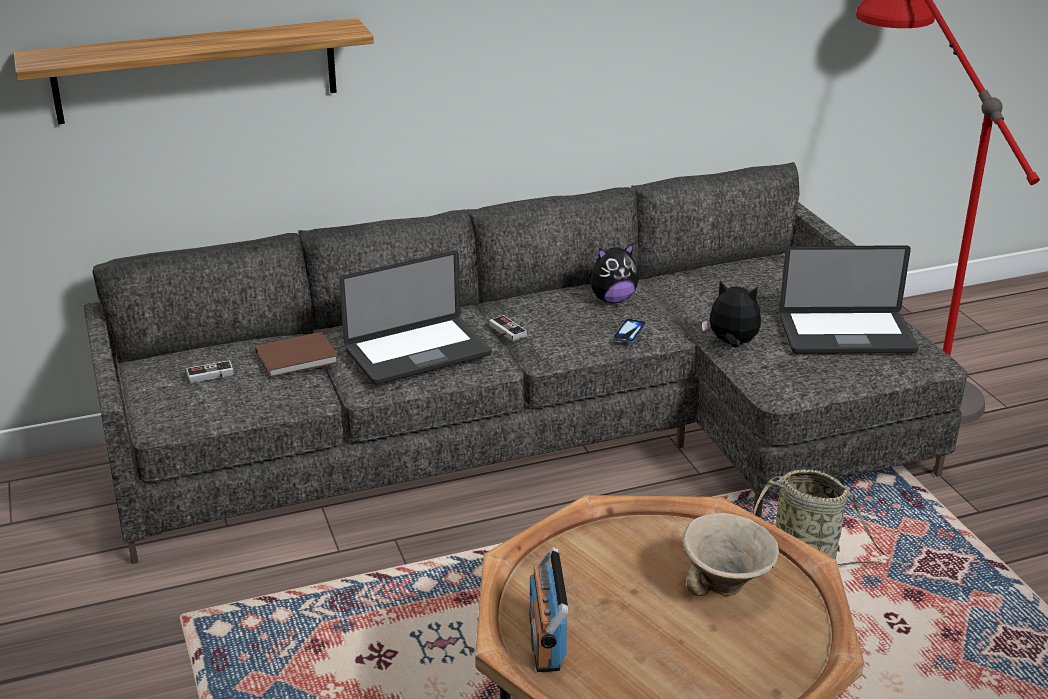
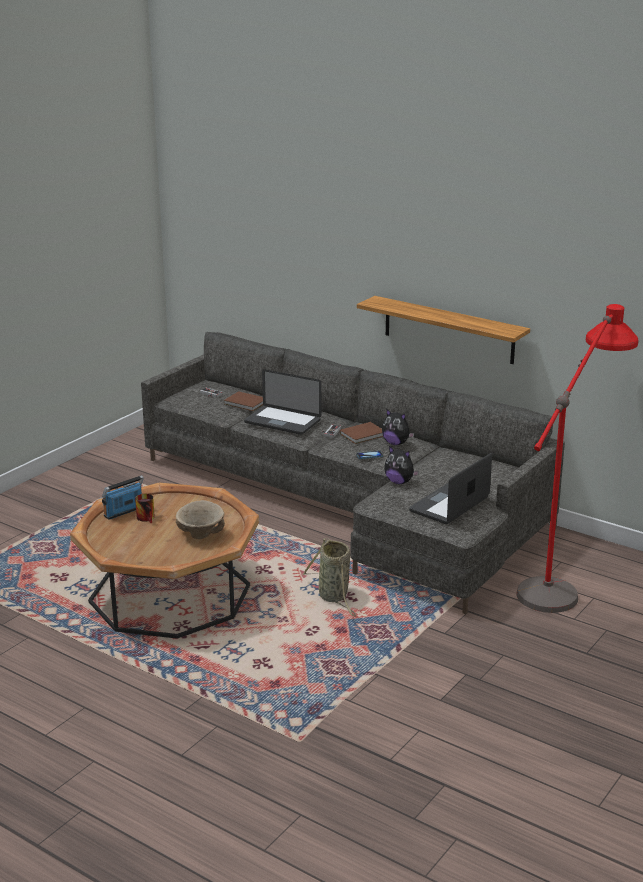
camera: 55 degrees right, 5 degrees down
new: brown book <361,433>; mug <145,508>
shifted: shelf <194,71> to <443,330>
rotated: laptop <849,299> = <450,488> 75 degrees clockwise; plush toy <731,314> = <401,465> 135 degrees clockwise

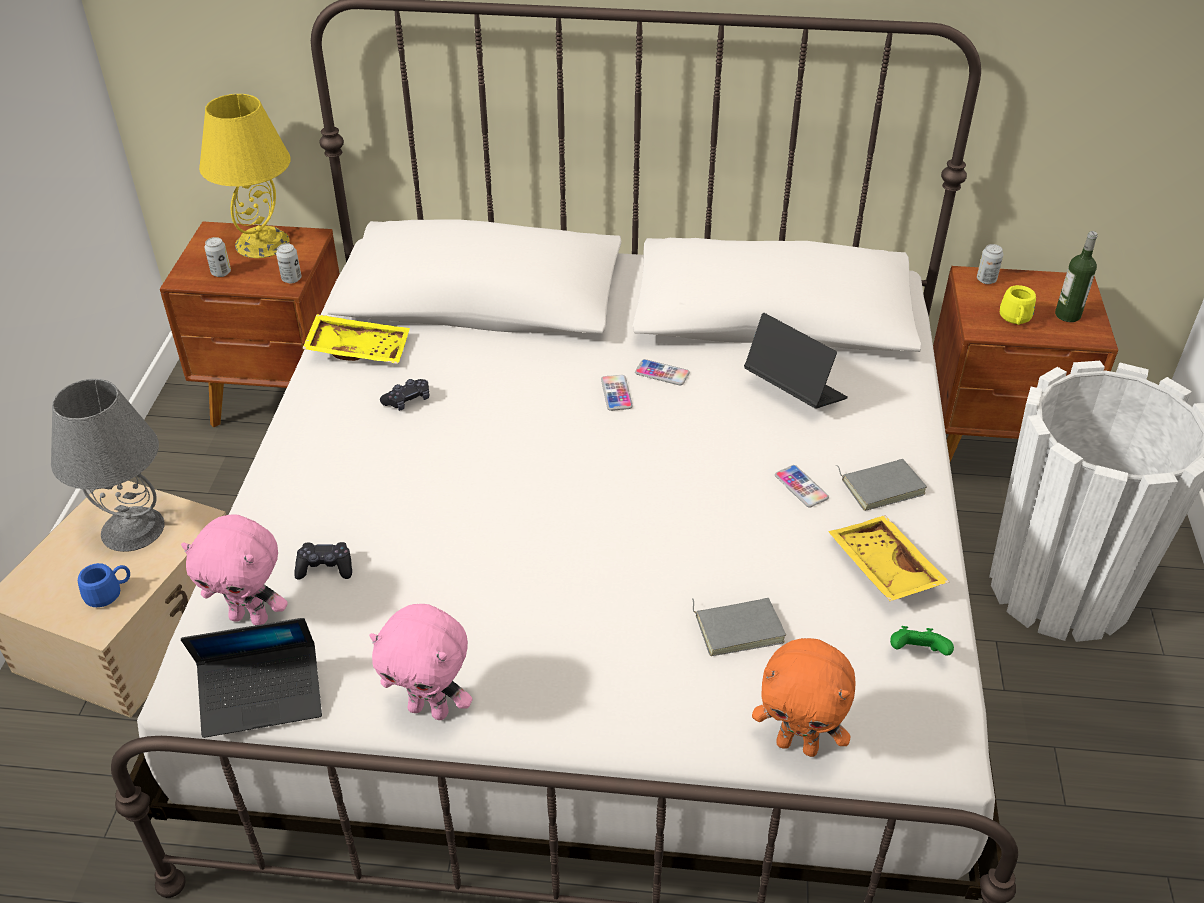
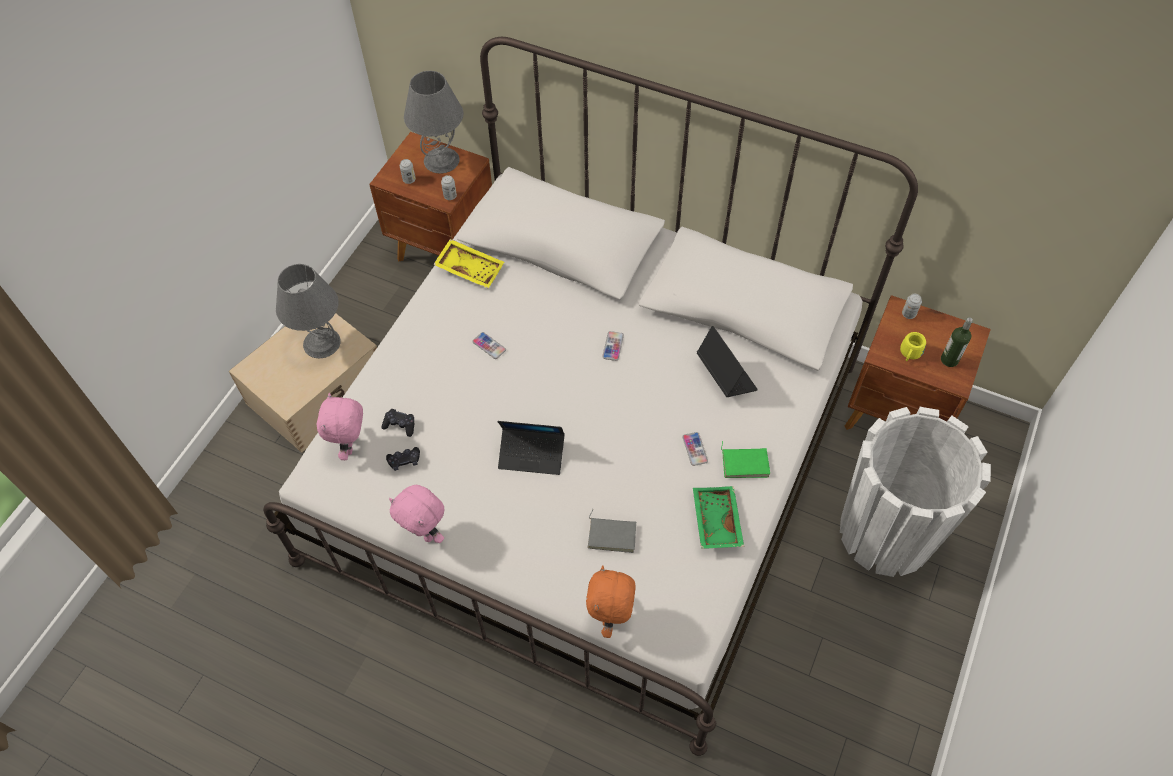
camera: 20 degrees right, 15 degrees up
gone: blue mug <104,585>; green game controller <922,641>
shifted: phone <662,372> to <489,345>; black game controller <405,395> to <403,459>; laptop <251,678> to <531,448>
repainted: yellow table lamp <245,176> to grey table lamp <433,122>; grey book <881,485> to green book <745,459>; yellow tray <889,558> to green tray <718,517>
rotated: pink plush toy <234,569> = <340,426> 60 degrees clockwise; orange plush toy <803,697> = <611,601> 60 degrees clockwise

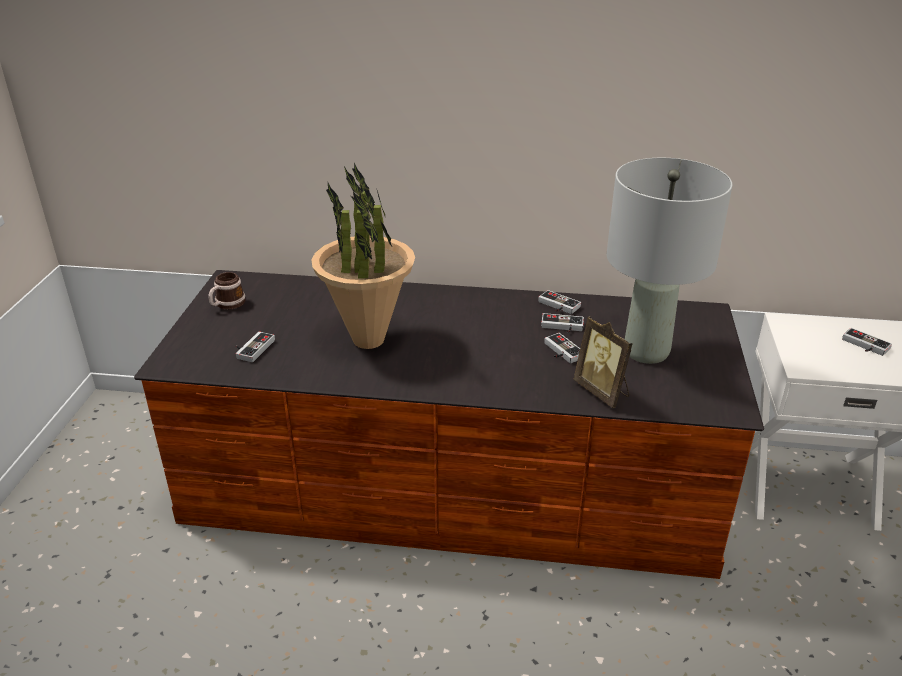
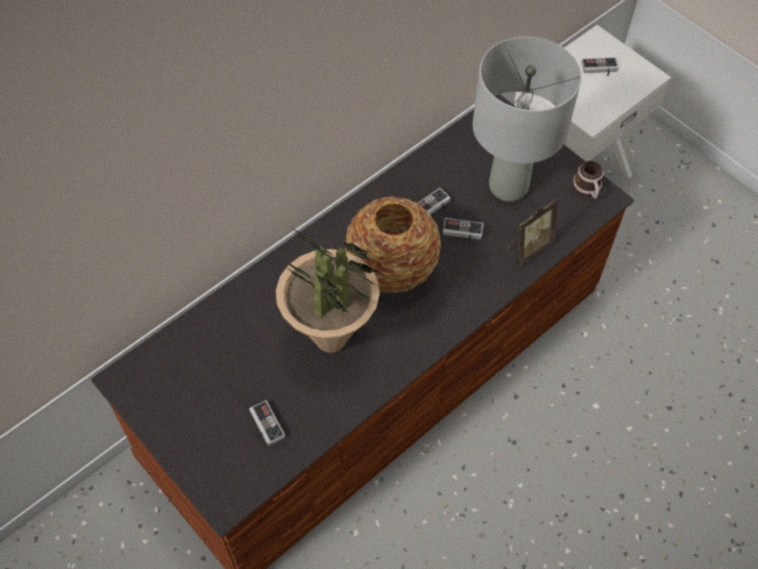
camera: 50 degrees left, 25 degrees up
gone: game controller <559,302>
new: vase <393,245>
shifted: mug <227,291> to <588,180>
rotated: picture frame <603,362> = <532,232> 45 degrees counterclockwise

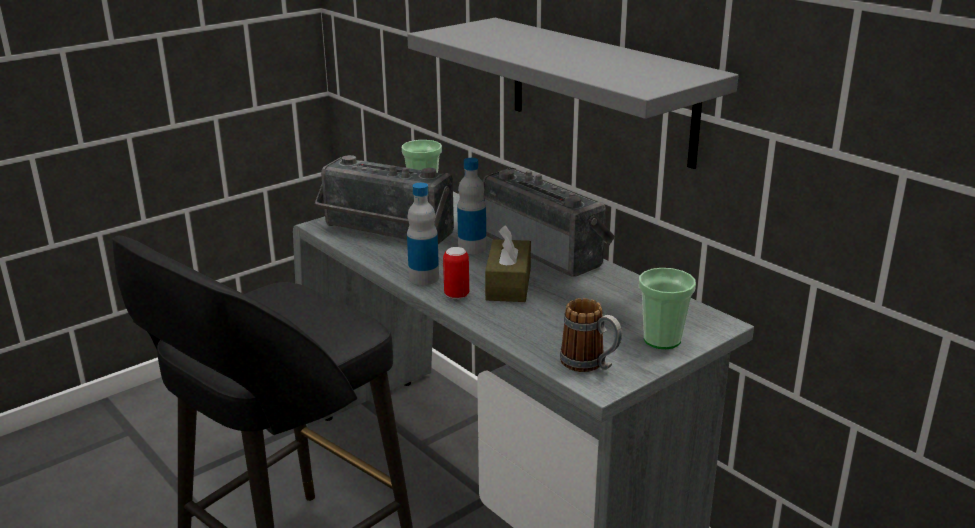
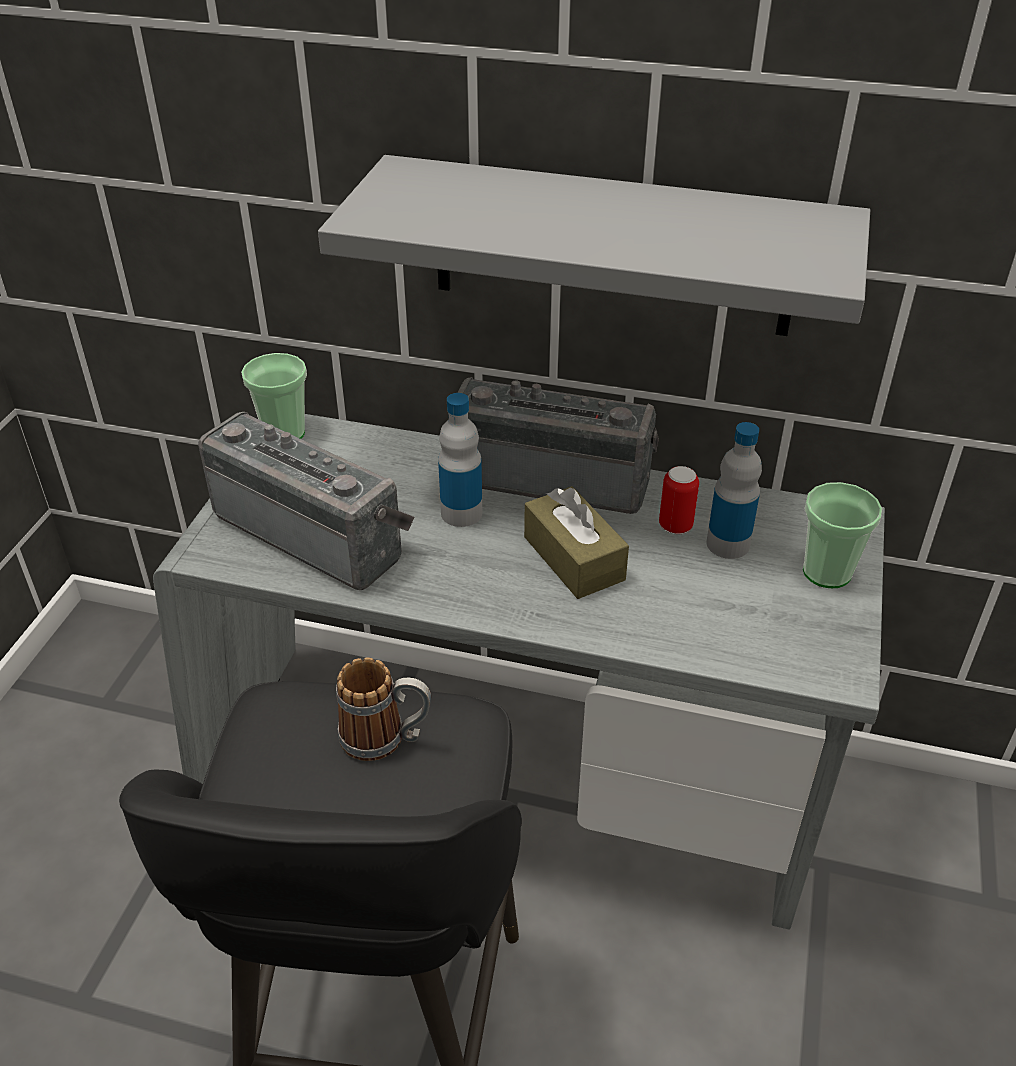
camera: 35 degrees left, 15 degrees up
shifted: bottle <423,234> to <734,490>; can <456,273> to <679,500>; mug <591,335> to <383,709>
rotated: radio <384,199> = <306,501> 135 degrees counterclockwise

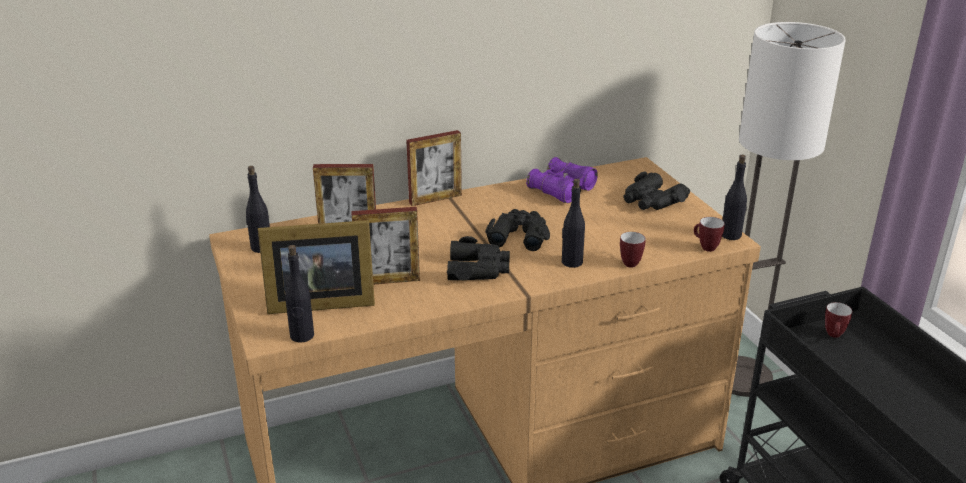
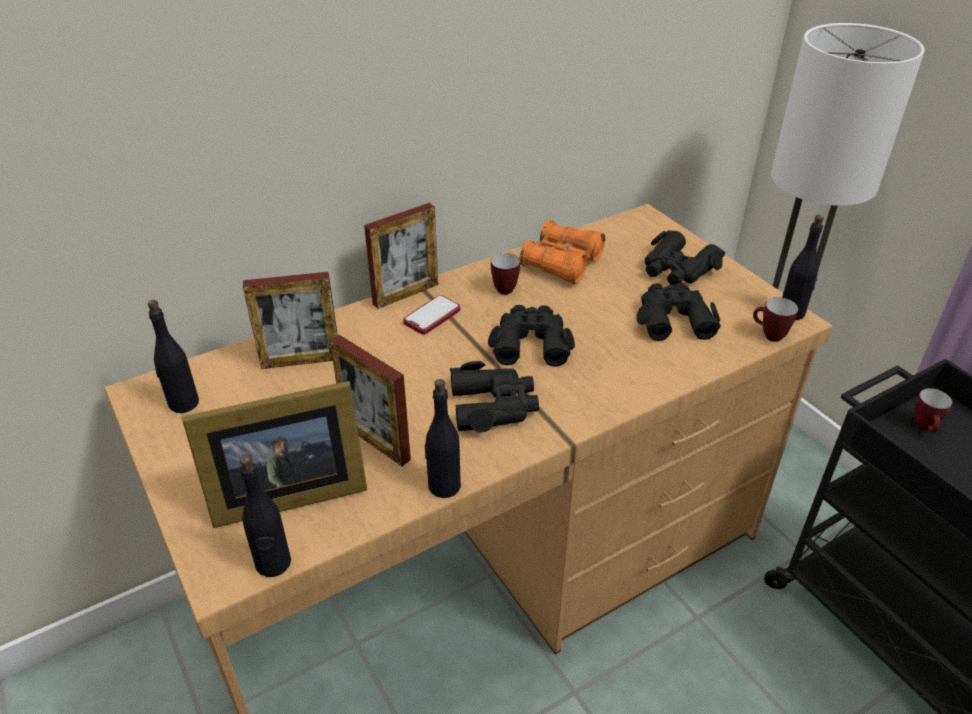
camera: 10 degrees left, 10 degrees up
new: black binoculars <678,312>; phone <431,315>
shifted: black bottle <573,223> to <443,438>; mug <633,250> to <505,274>
repainted: purple binoculars <562,180> to orange binoculars <562,252>
rotated: picture frame <385,246> = <370,400> 60 degrees clockwise

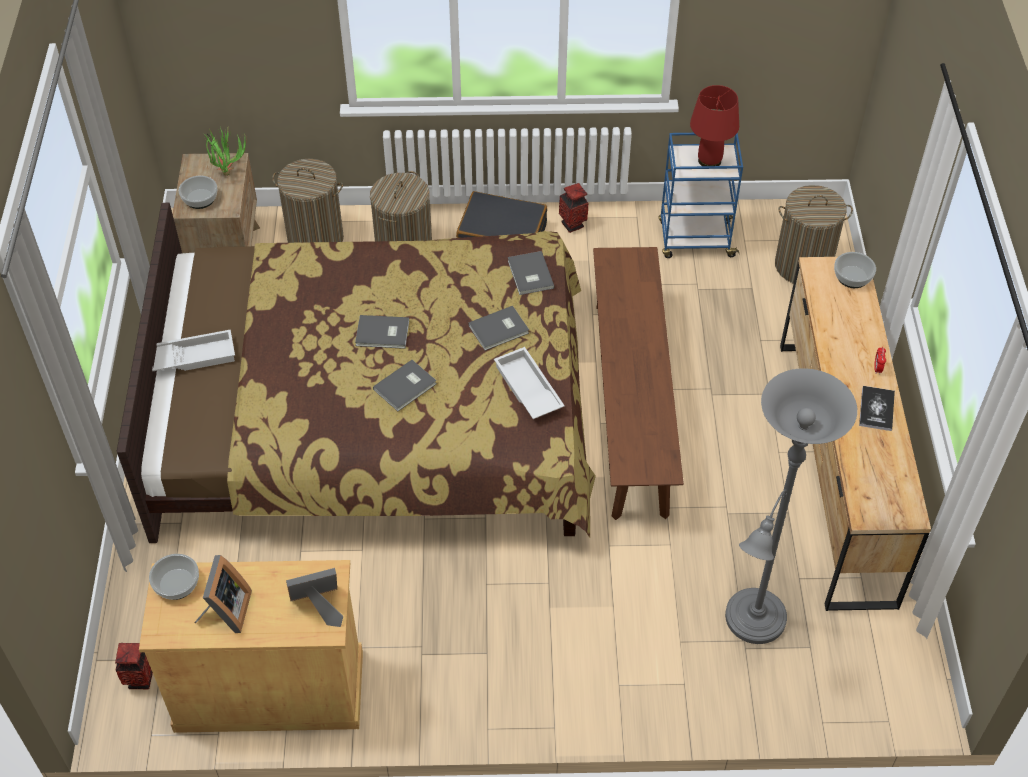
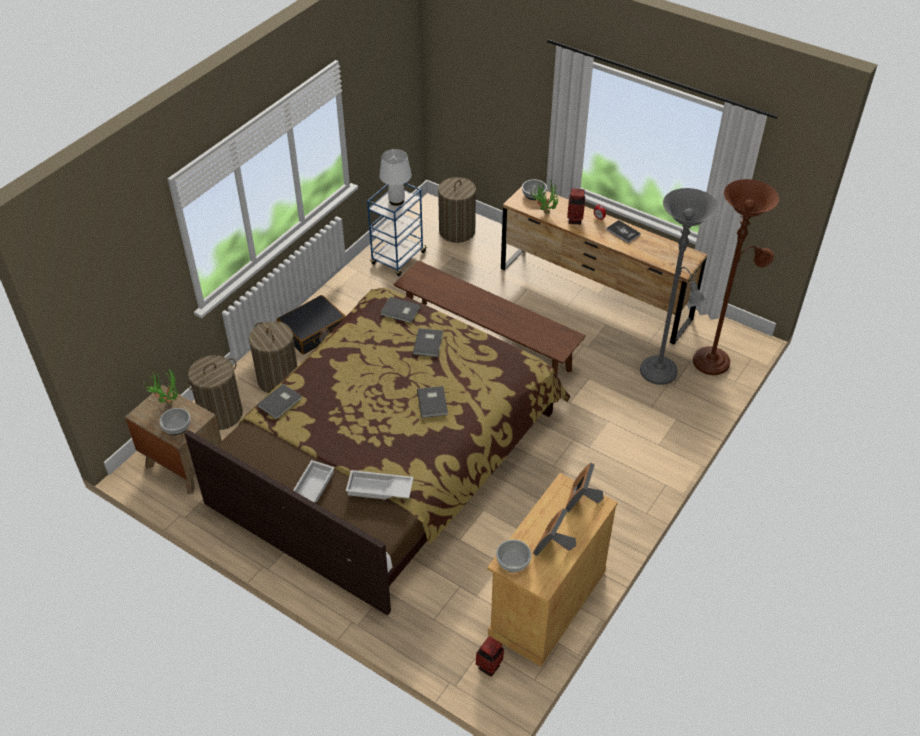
camera: 55 degrees left, 5 degrees down
new: brown floor lamp <736,277>; potted plant <544,197>
shifted: vase <574,208> to <576,206>; grey book <382,332> to <279,401>; white tray <529,383> to <380,484>
repainted: red table lamp <714,125> to white table lamp <395,177>
rotated: picture frame <223,594> = <554,532> 105 degrees counterclockwise

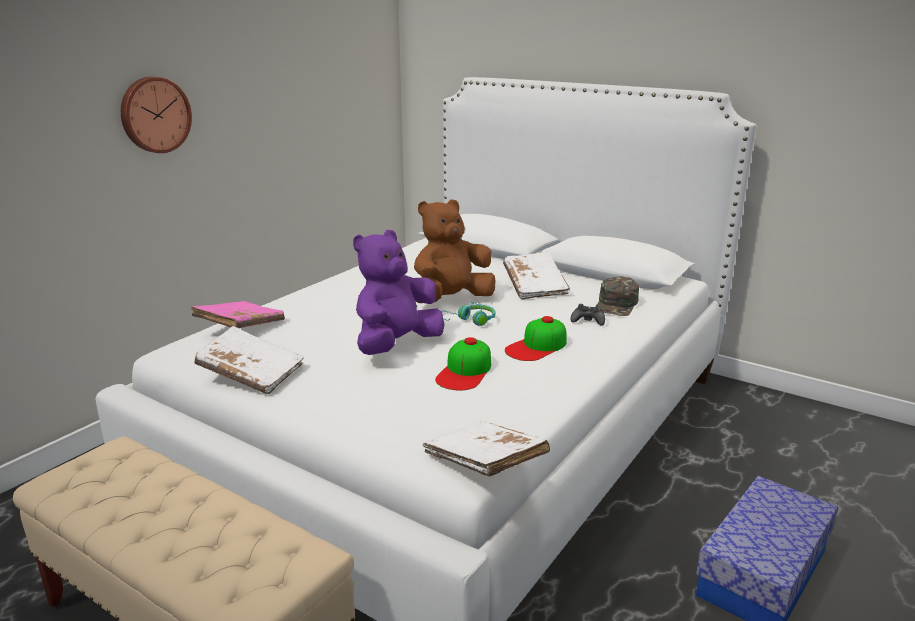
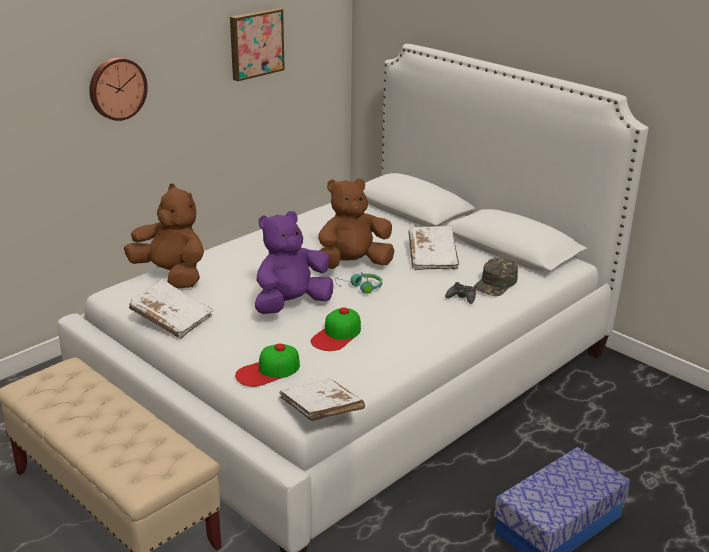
camera: 10 degrees right, 5 degrees up
new: picture <257,44>
shifted: cap <536,338> to <267,365>
swapped: pink book <238,314> to brown plush toy <164,236>

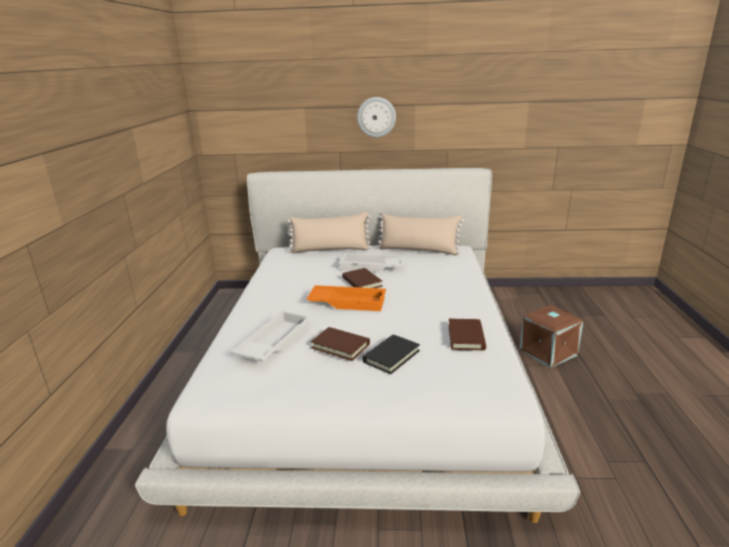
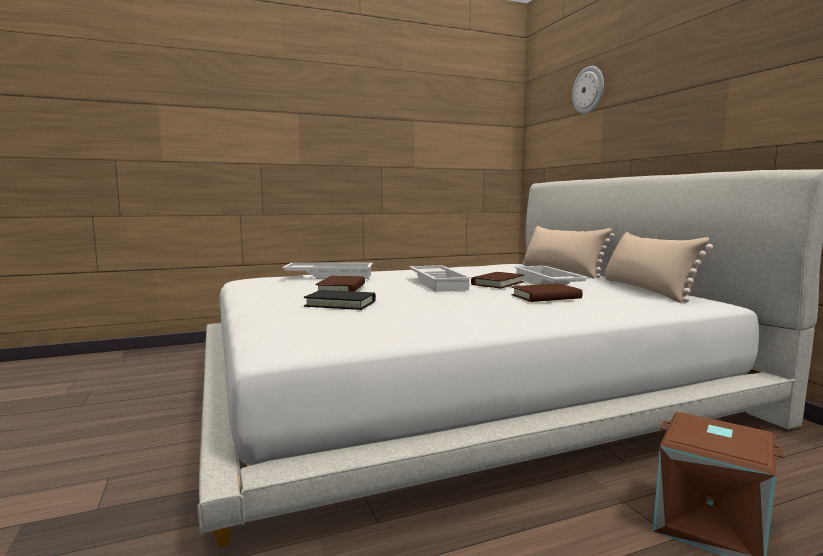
camera: 65 degrees right, 15 degrees down
shifted: wall clock <376,117> to <588,90>; brown book <467,335> to <547,292>
repainted: orange tray <346,298> to white tray <440,278>

